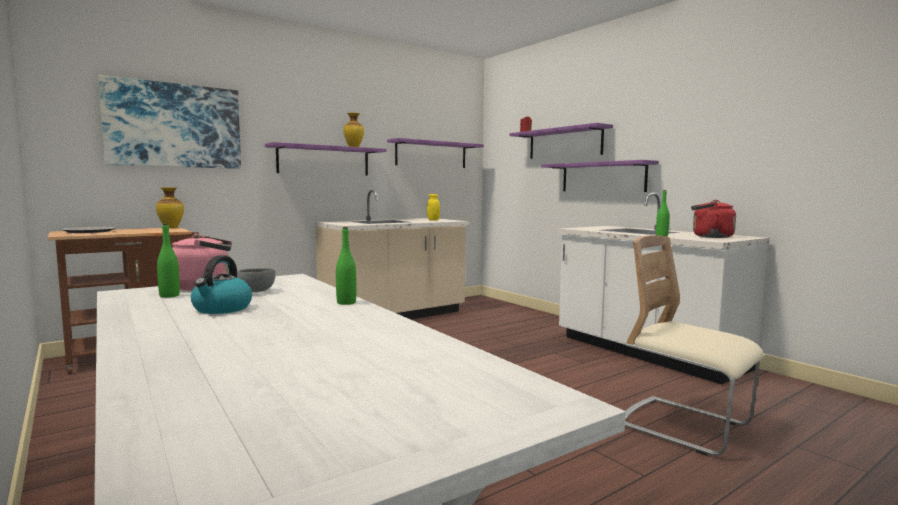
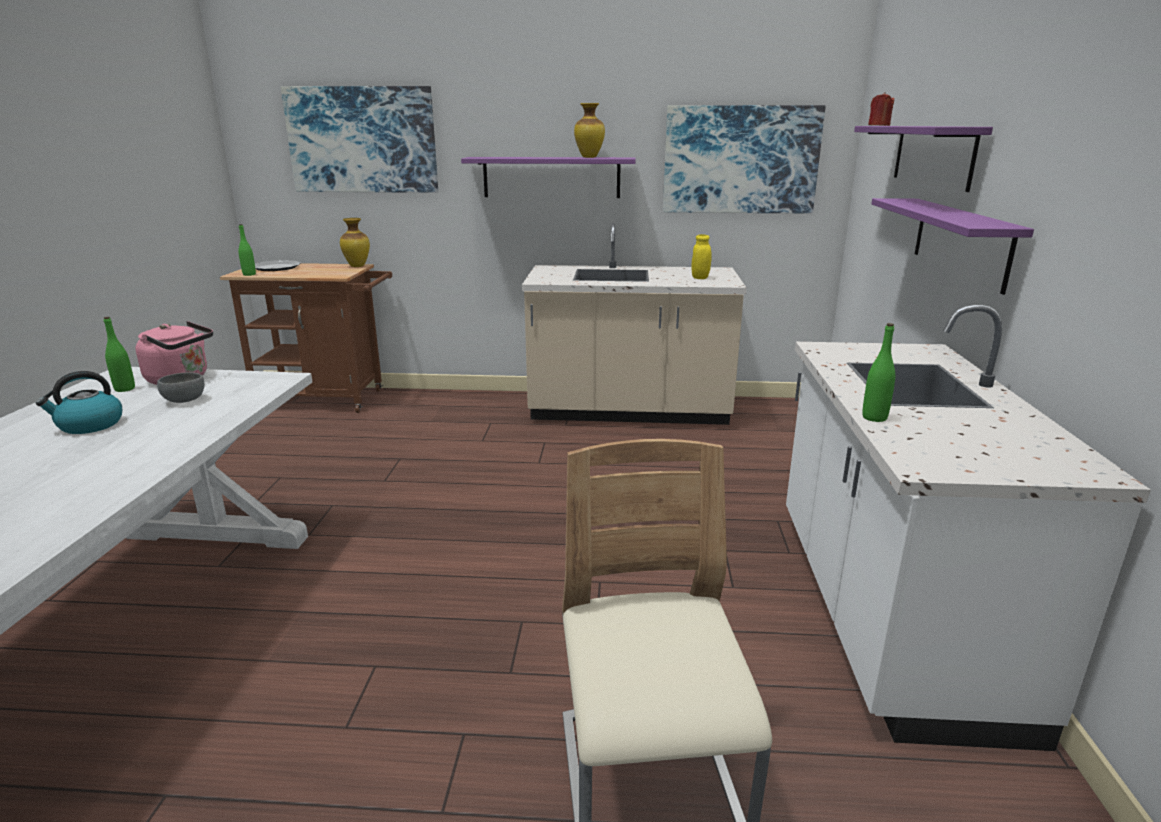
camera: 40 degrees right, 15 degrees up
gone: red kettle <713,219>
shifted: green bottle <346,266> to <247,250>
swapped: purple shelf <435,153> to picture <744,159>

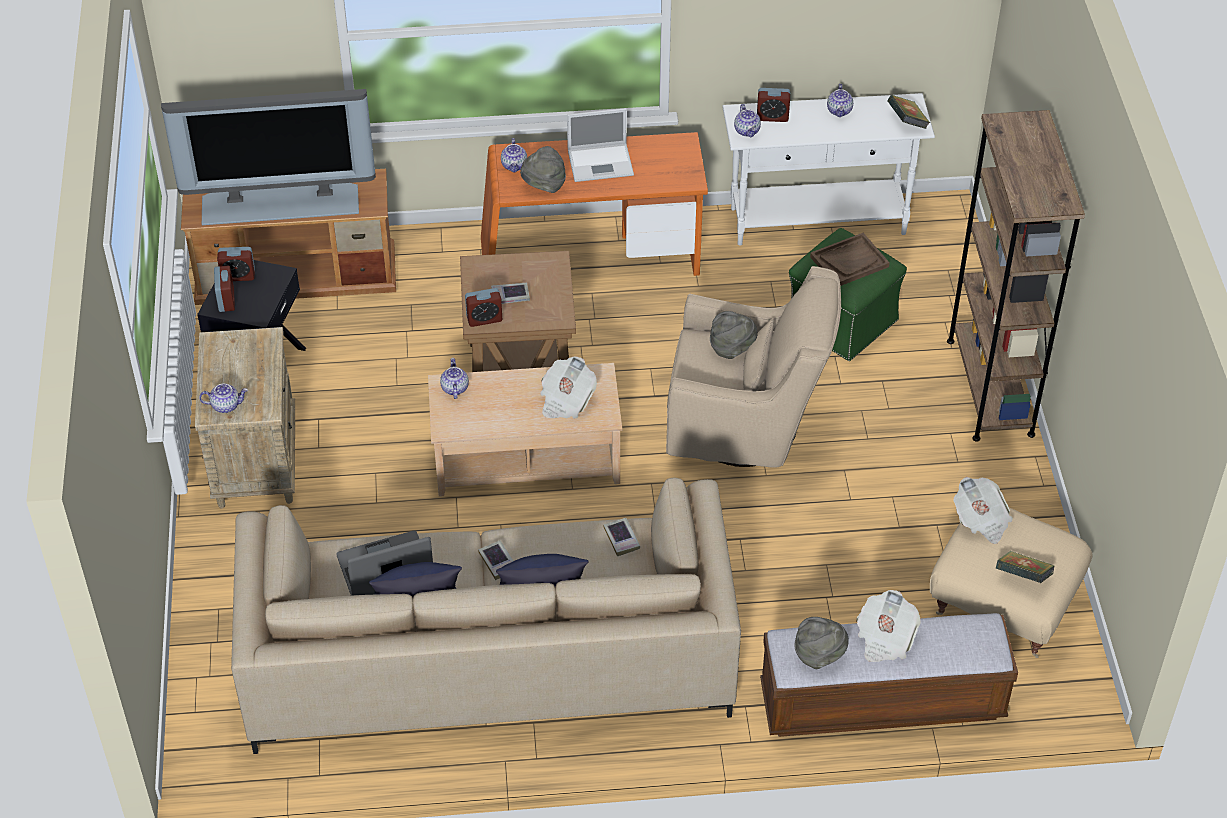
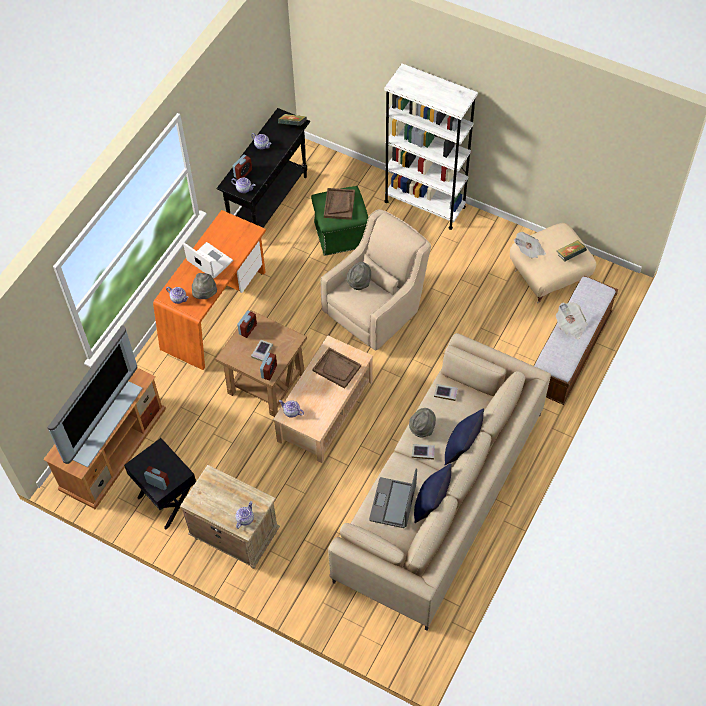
camera: 55 degrees left, 10 degrees up
shifted: alarm clock <236,264> to <247,324>; grey hat <822,643> to <422,423>
swapped: newspaper <568,387> to brown tray <336,368>
repainted: white console table <828,169> to black console table <263,168>; brown bookcase <1016,275> to white bookcase <431,147>
rotated: laptop <600,145> = <208,260> 75 degrees counterclockwise

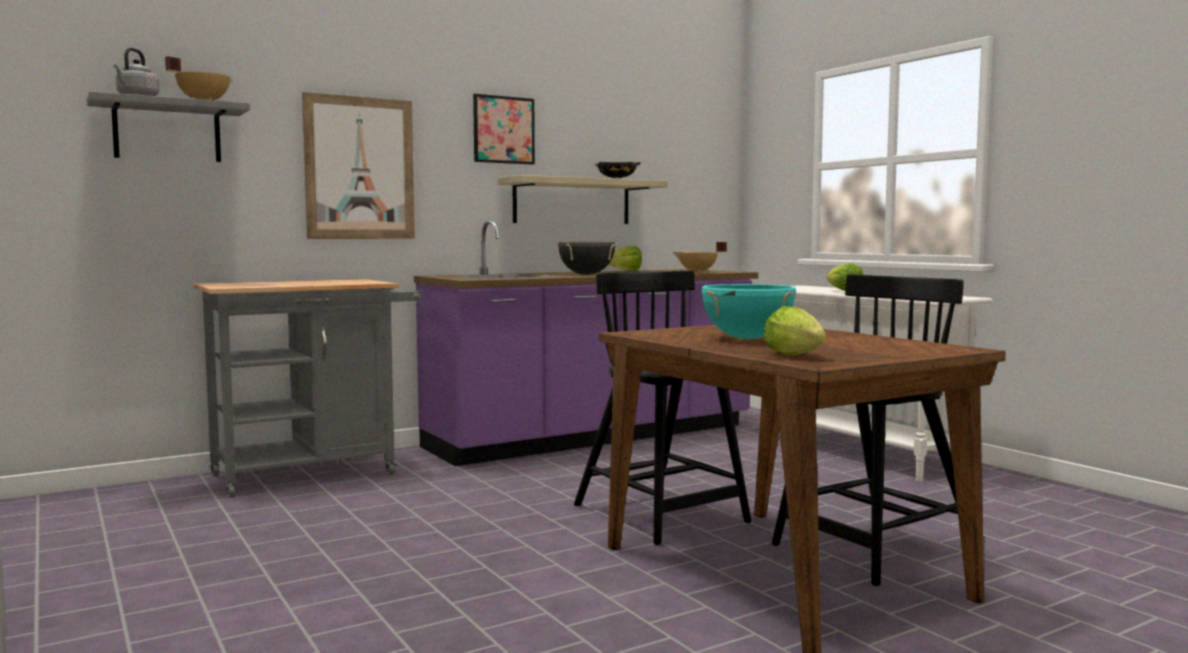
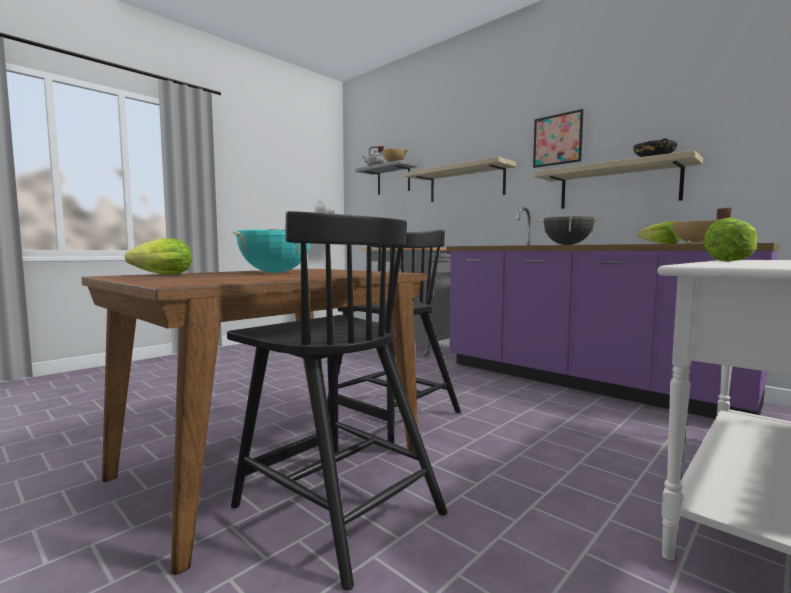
camera: 75 degrees right, 0 degrees up
swapped: picture <358,165> to shelf <460,179>

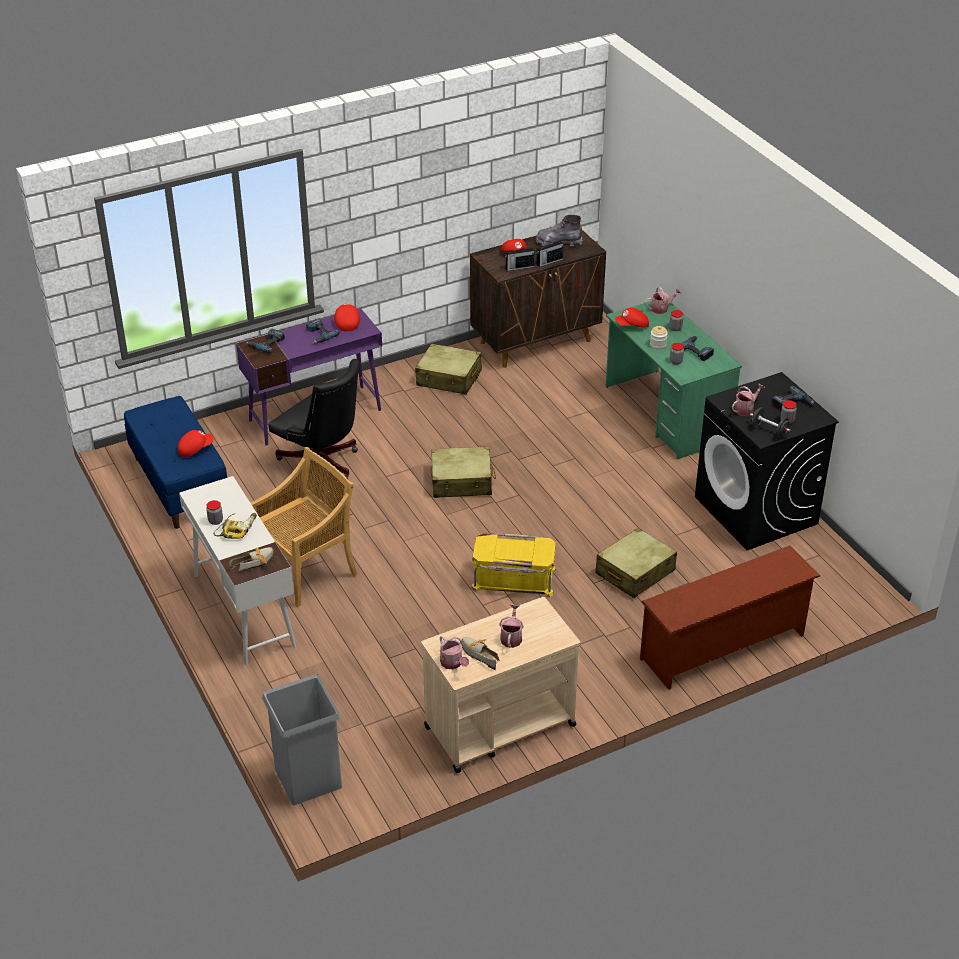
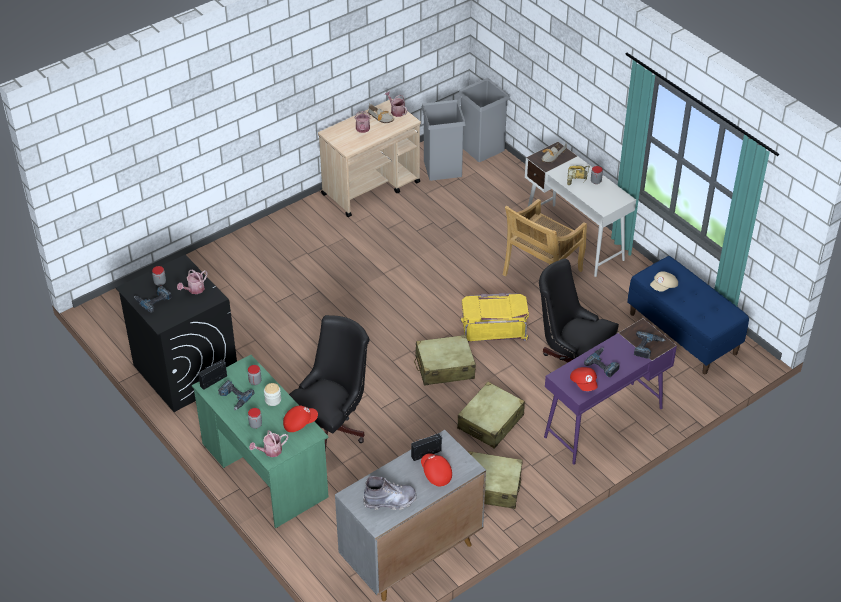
camera: 170 degrees right, 5 degrees up
gone: black dumbbell <770,422>; brown shoe rack <730,617>
new: grey trash can <443,140>; black office chair <329,383>
shifted: radio <550,253> to <212,375>; beige suitcase <636,563> to <491,415>; yellow storage box <514,565> to <494,317>
repainted: brown cabinet <538,299> to grey cabinet <410,515>; red cap <196,443> to beige cap <664,281>

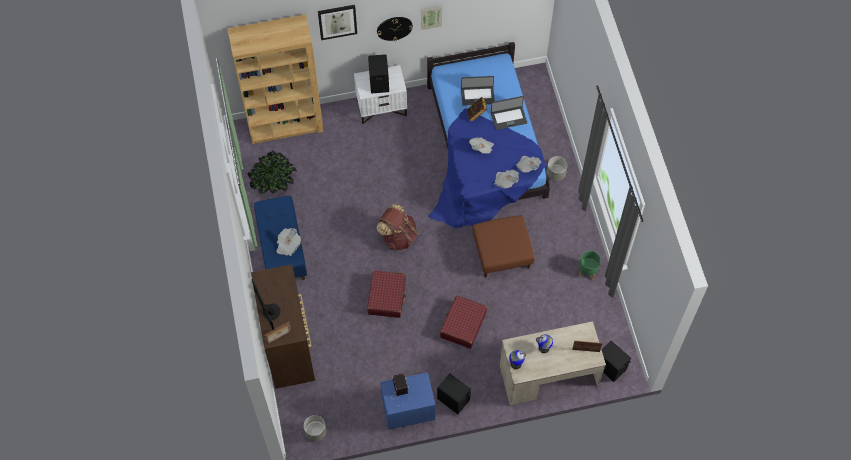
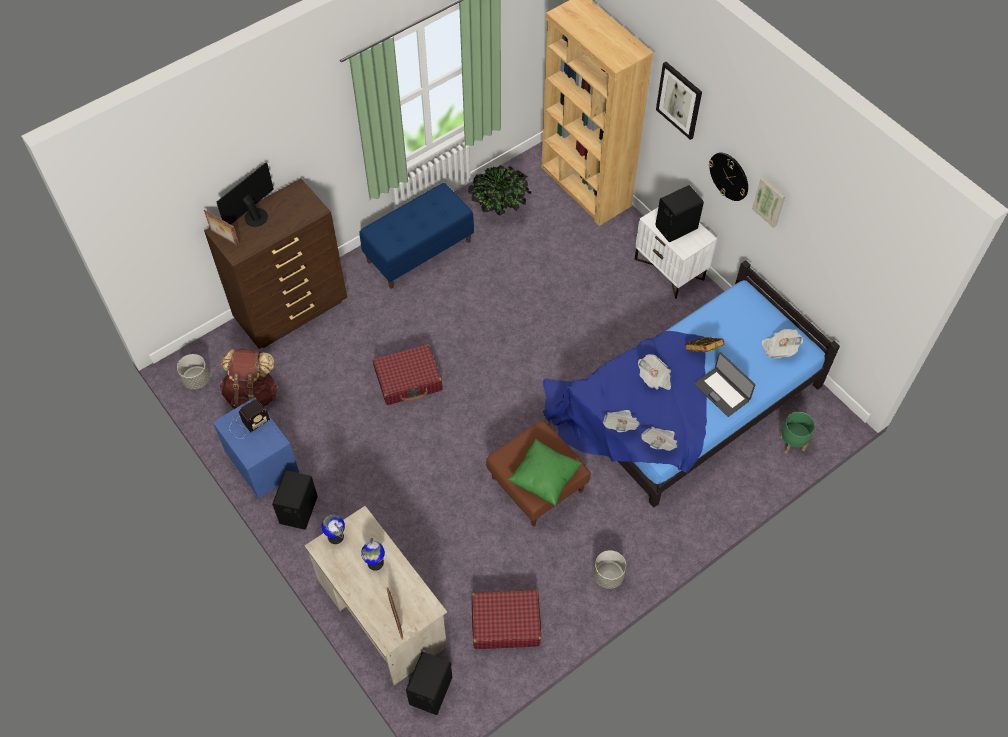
camera: 65 degrees right, 5 degrees down
gone: laptop <478,91>
new: green pillow <545,472>
shifted: grey planter <557,168> to <610,569>; brown backpack <397,227> to <249,378>; newspaper <288,242> to <782,343>; green planter <590,265> to <797,433>; red suitcase <463,322> to <506,619>

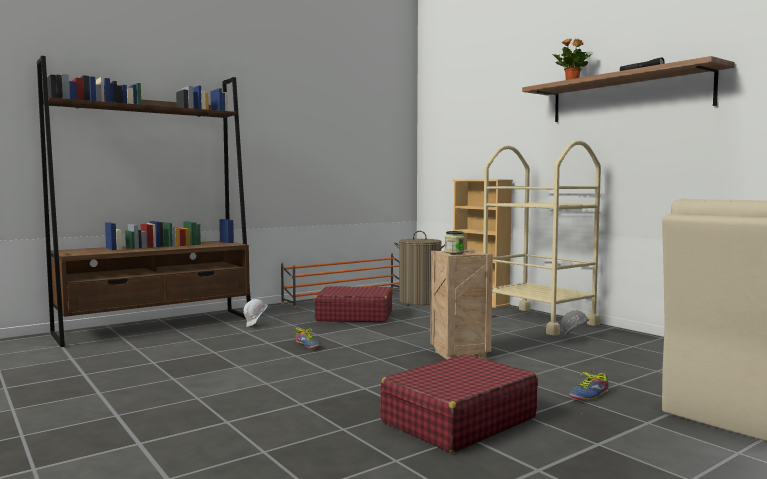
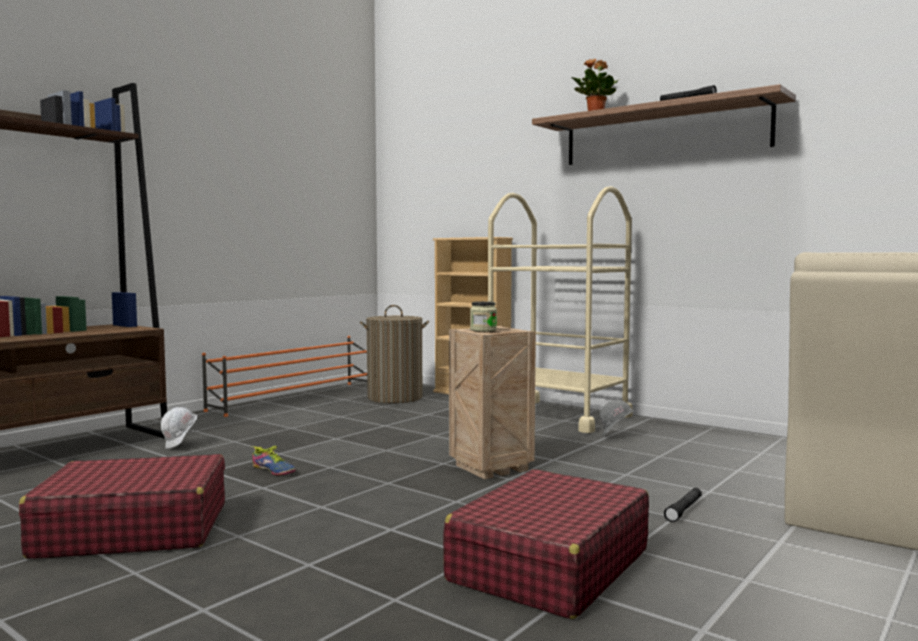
camera: 15 degrees left, 0 degrees up
shifted: red suitcase <353,304> to <122,506>
swapped: shoe <589,384> to black flashlight <683,505>

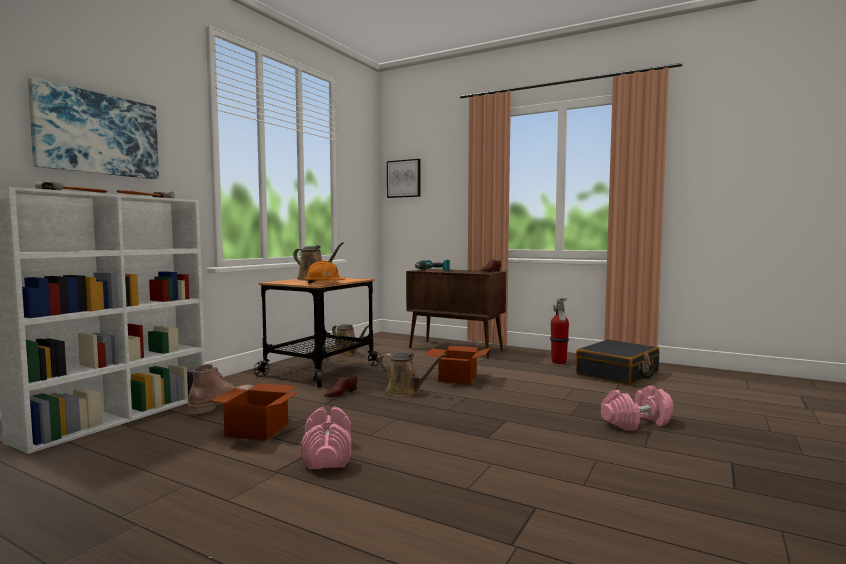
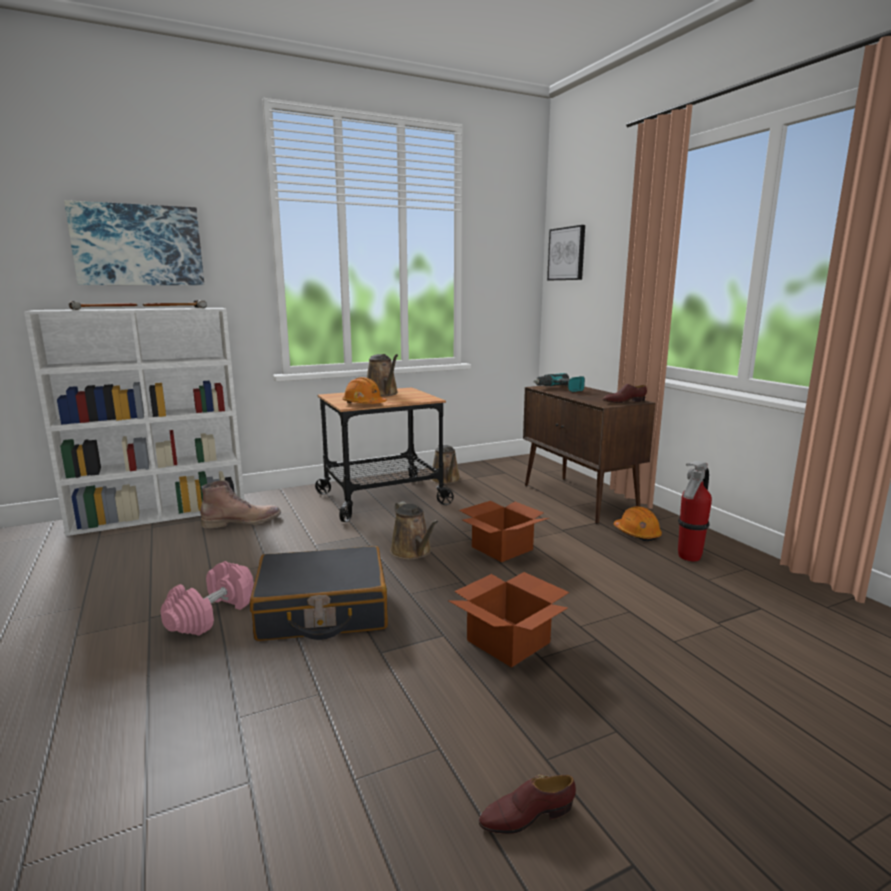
camera: 35 degrees right, 10 degrees up
gone: pink dumbbell <637,408>
new: orange hard hat <638,523>
shifted: black suitcase <618,362> to <319,593>; brown shoe <341,386> to <527,804>; cardboard box <255,412> to <508,620>

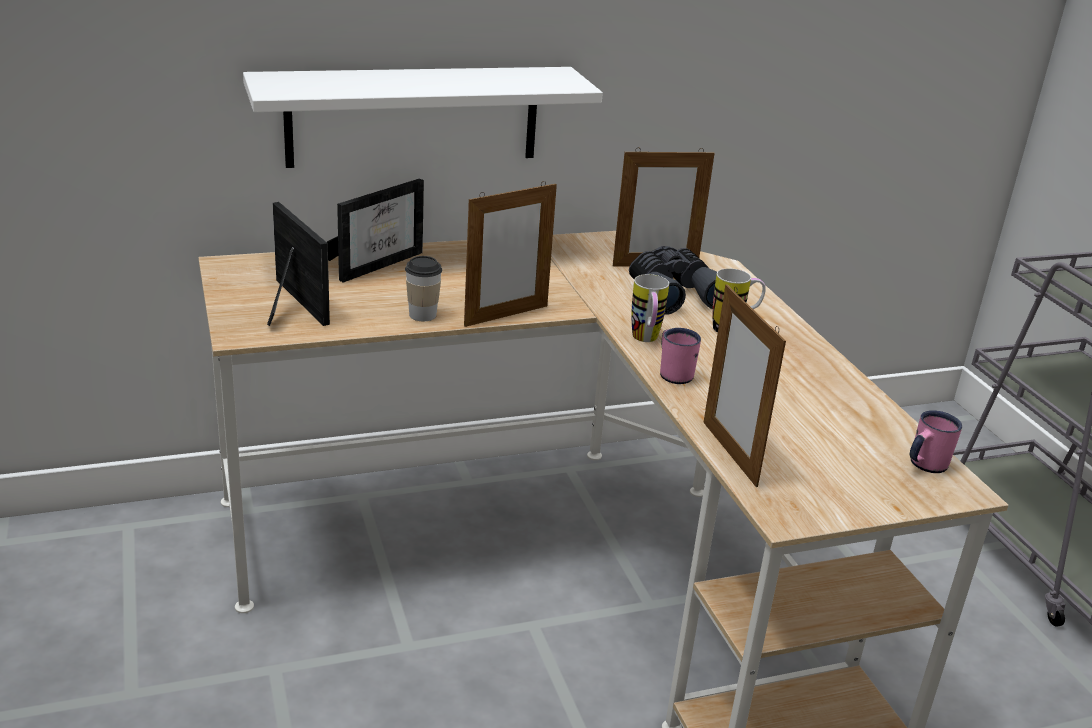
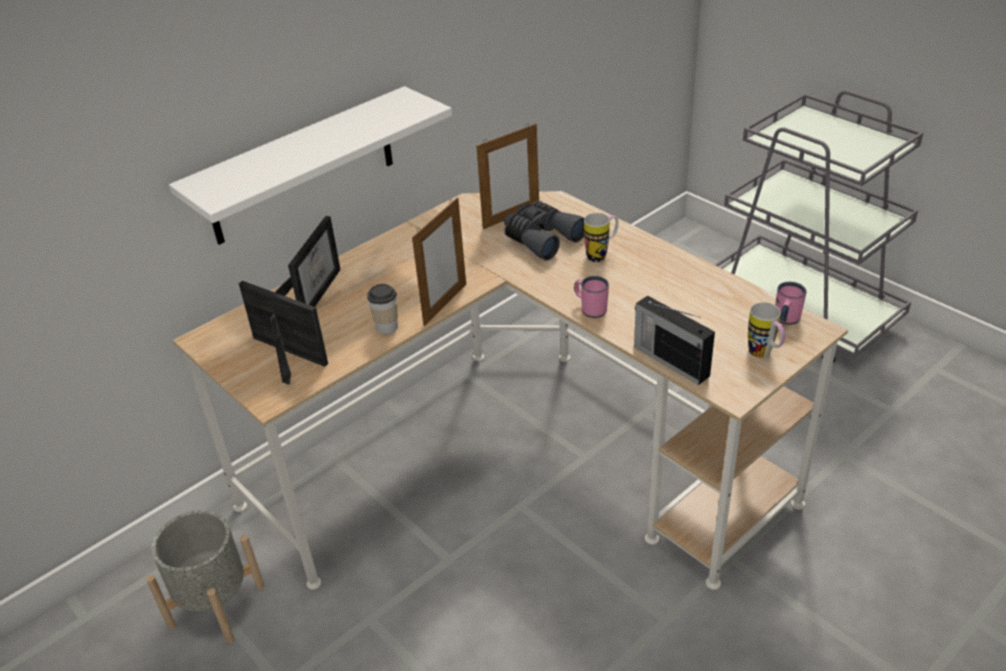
camera: 20 degrees left, 10 degrees up
new: grey planter <205,576>
shifted: mug <650,308> to <766,330>
swapped: picture frame <744,386> to radio <674,340>

